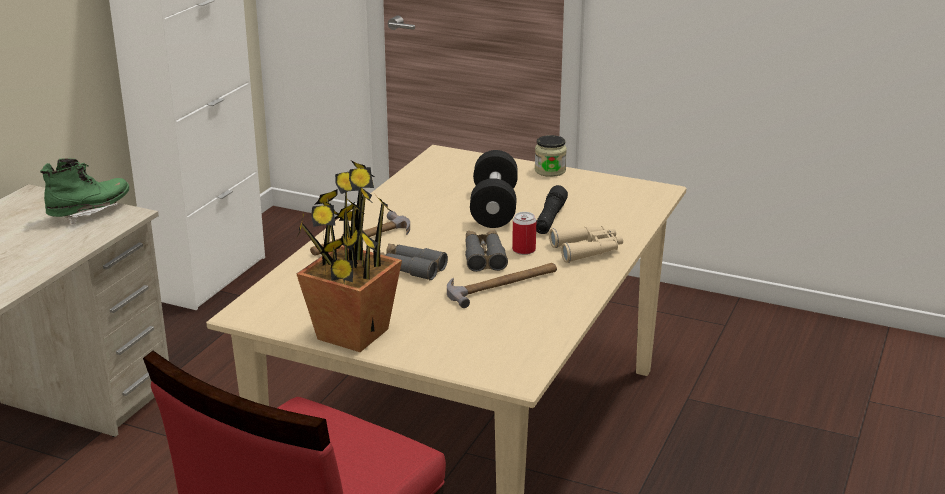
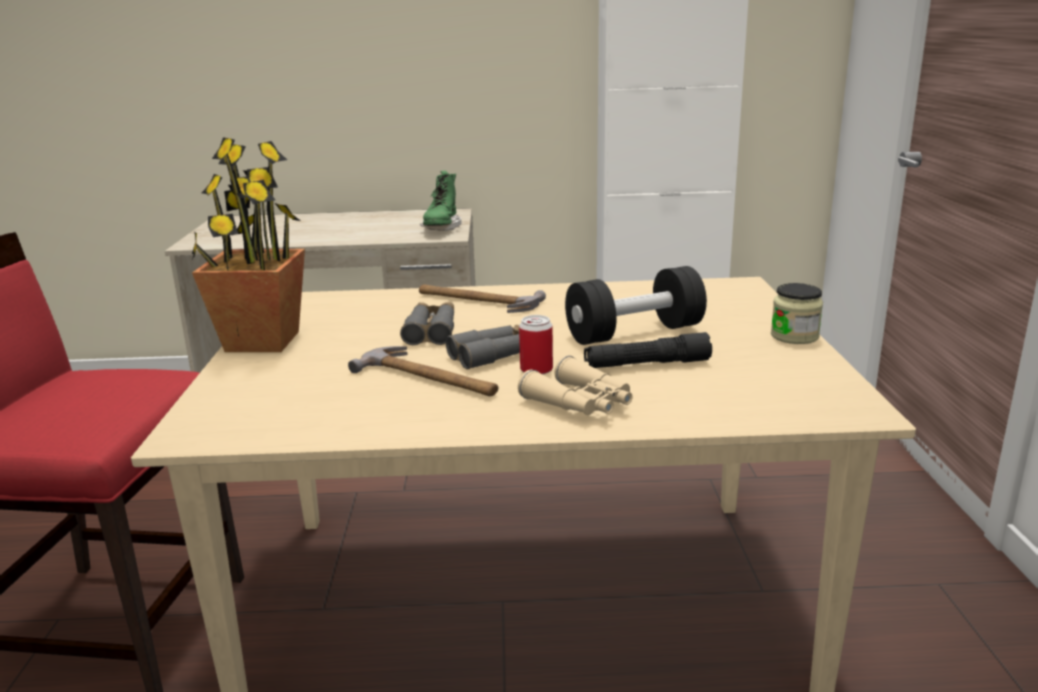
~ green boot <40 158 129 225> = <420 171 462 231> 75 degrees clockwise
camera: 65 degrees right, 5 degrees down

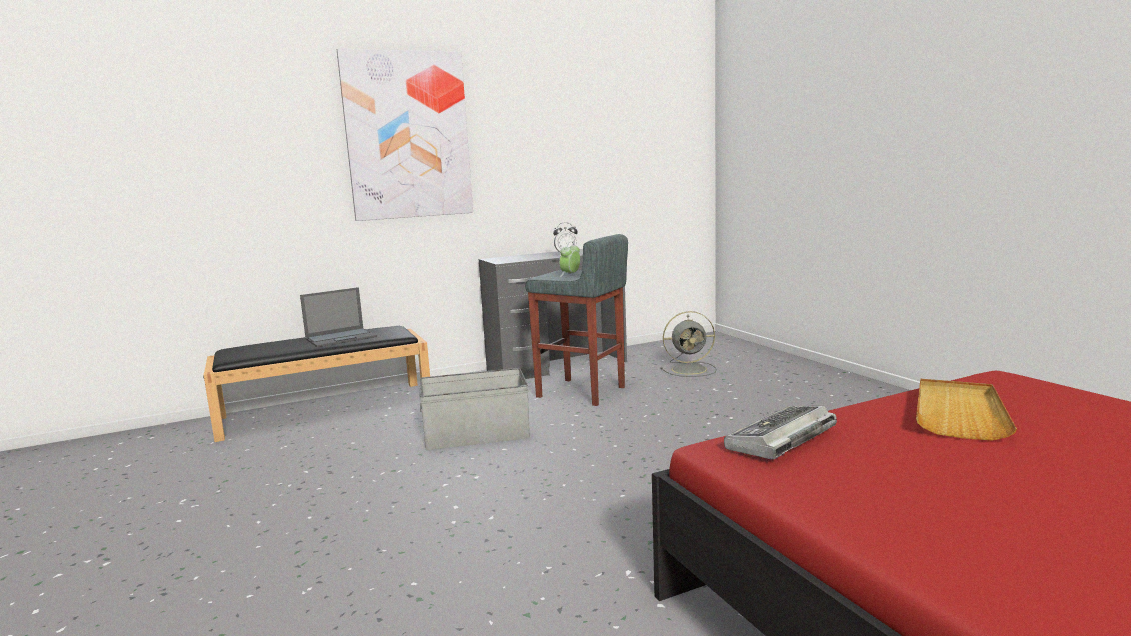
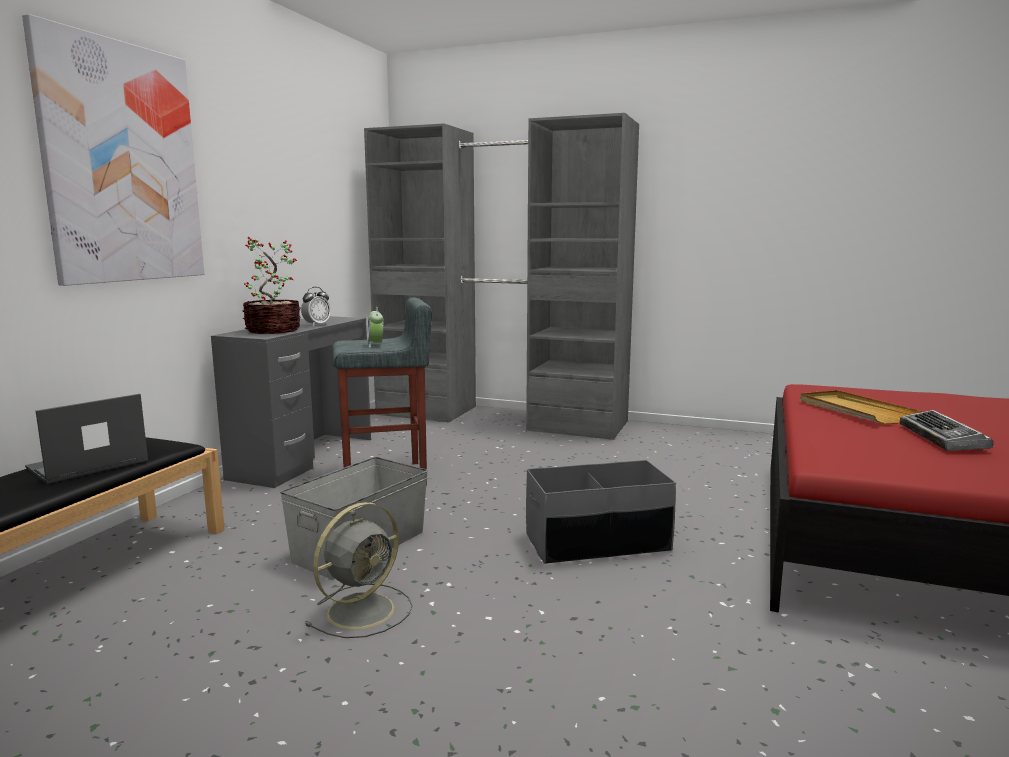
~ laptop <300 287 377 347> = <25 394 148 484> 150 degrees counterclockwise
+ potted plant <242 237 300 334>
~ grey fan <660 311 717 377> to <305 502 413 638>
+ grey wardrobe <364 113 639 440>
+ grey storage box <526 460 676 564>
~ keyboard <724 406 837 459> to <900 410 993 451>
camera: 45 degrees left, 0 degrees up

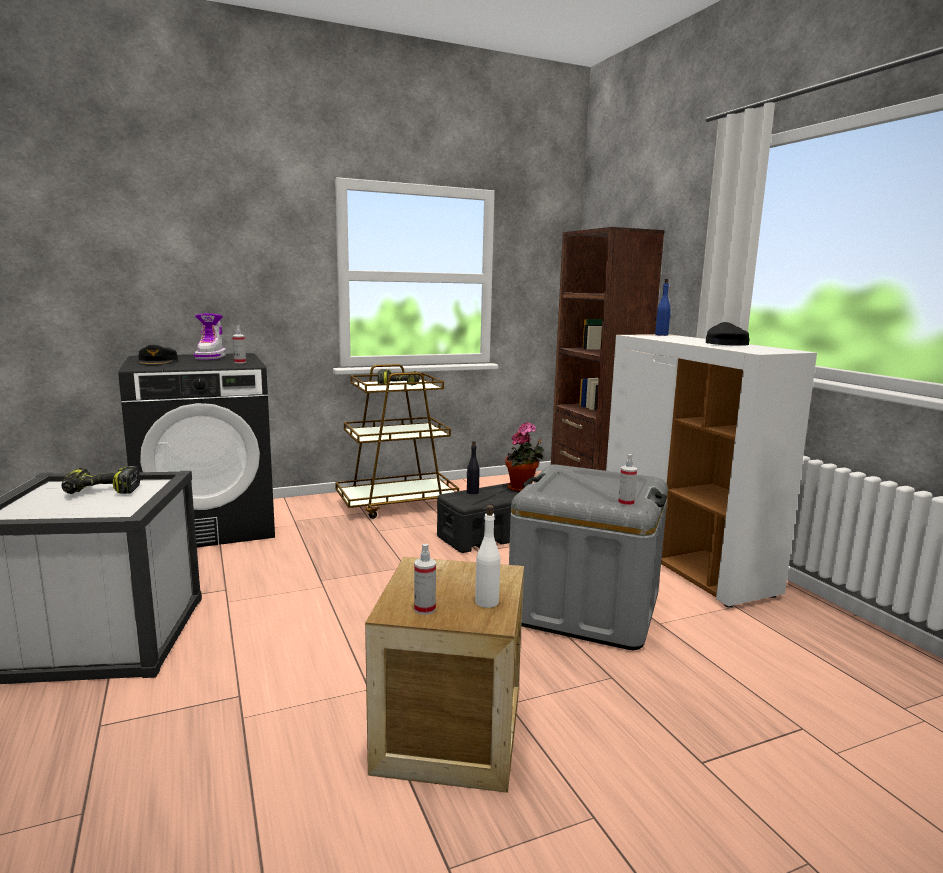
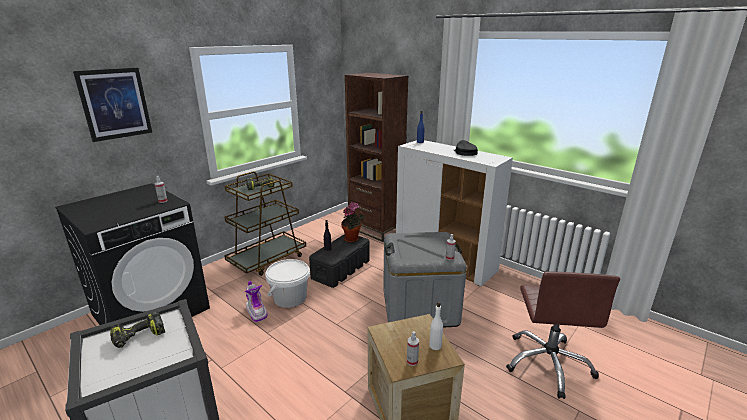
+ picture <73 68 152 142>
~ boot <194 313 226 360> to <244 281 267 322>
+ white bucket <265 259 310 308>
+ brown office chair <506 272 620 399>
- black cap <138 345 178 365>
camera: 25 degrees left, 10 degrees up

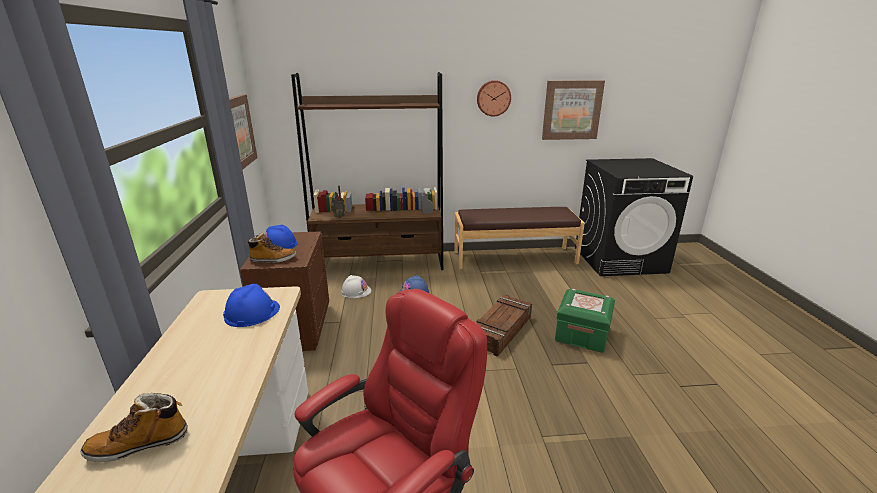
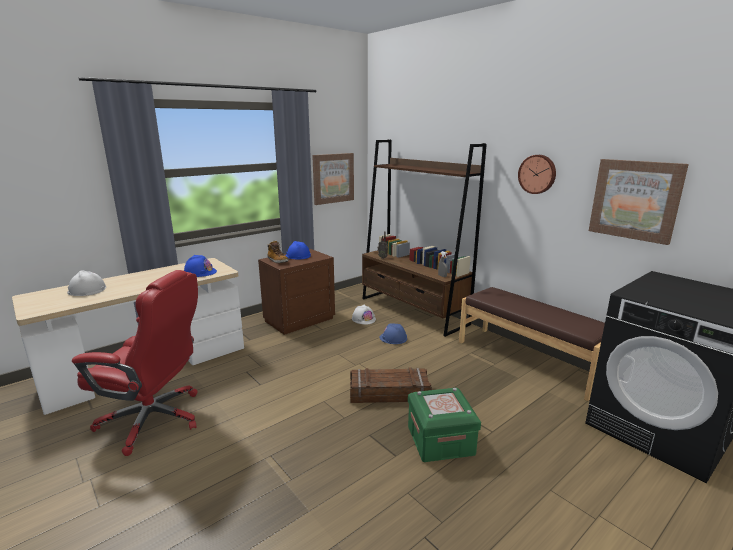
~ boot <80 393 188 462> to white hard hat <67 270 106 296>
camera: 55 degrees right, 5 degrees down

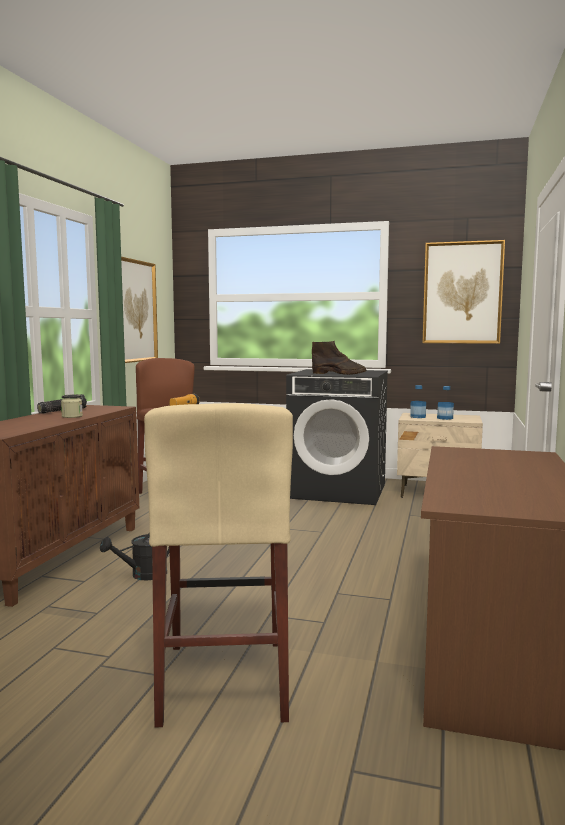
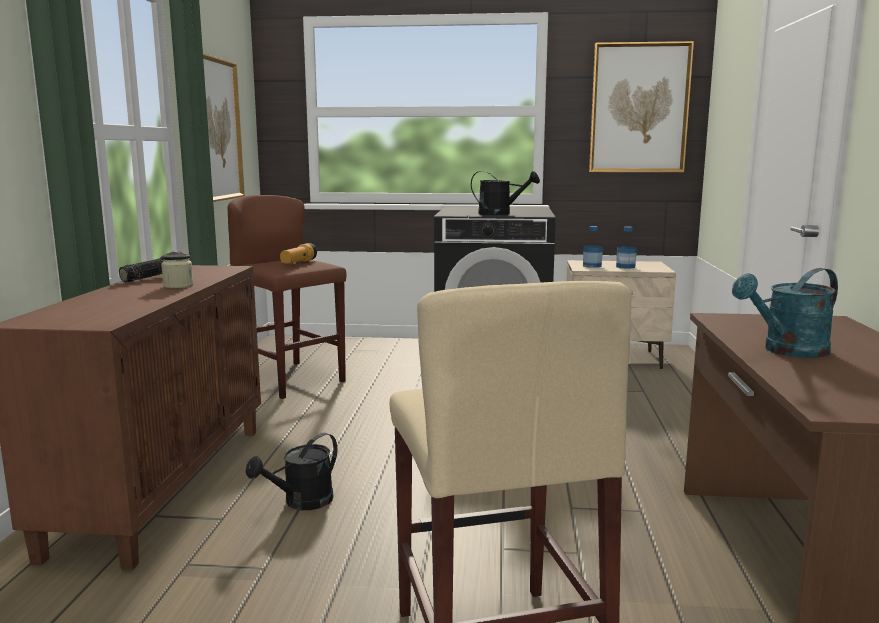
~ brown boot <312 341 366 375> to black watering can <471 171 540 215>
+ turquoise watering can <732 268 838 358>
camera: 10 degrees left, 5 degrees up

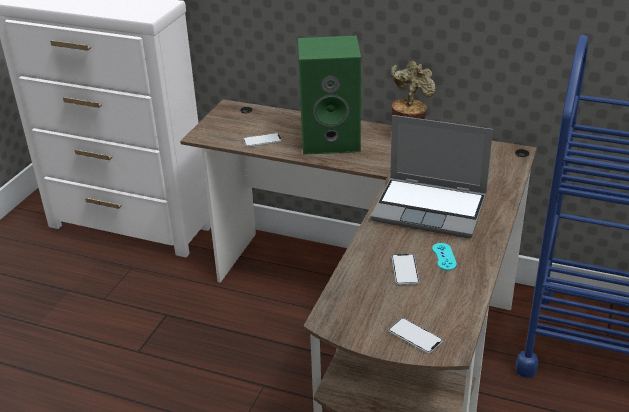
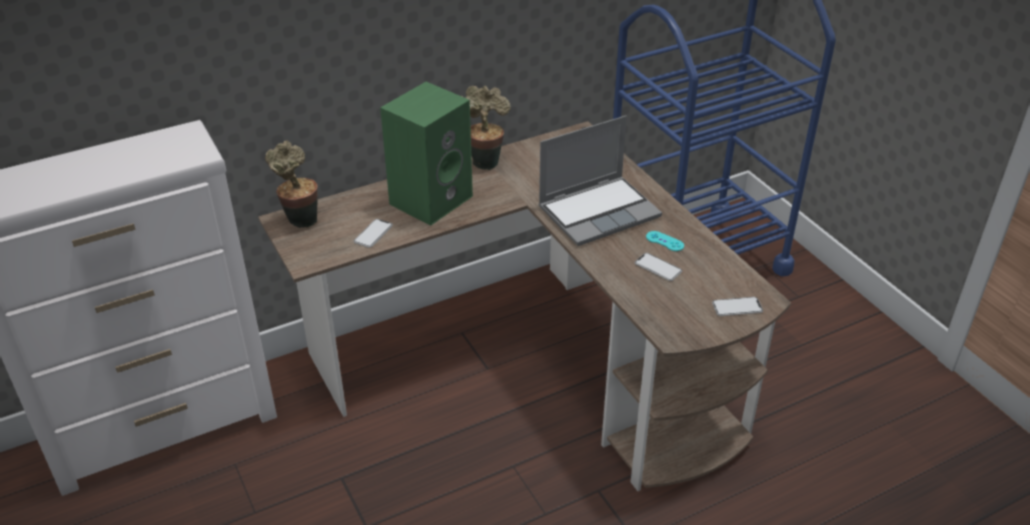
+ potted plant <265 141 318 228>
camera: 50 degrees left, 5 degrees up

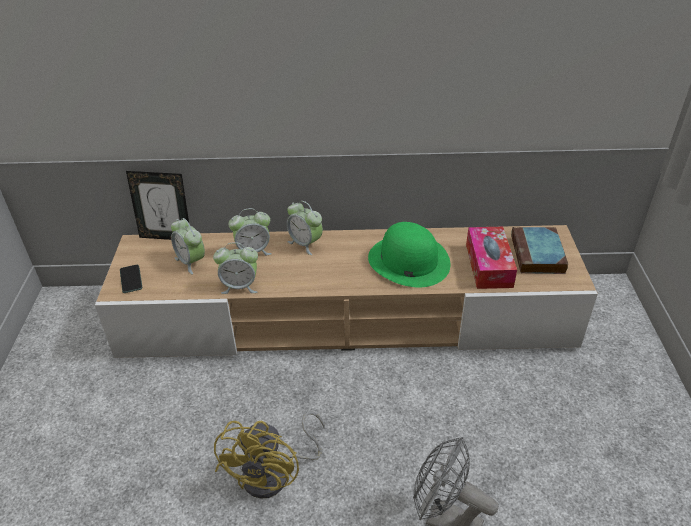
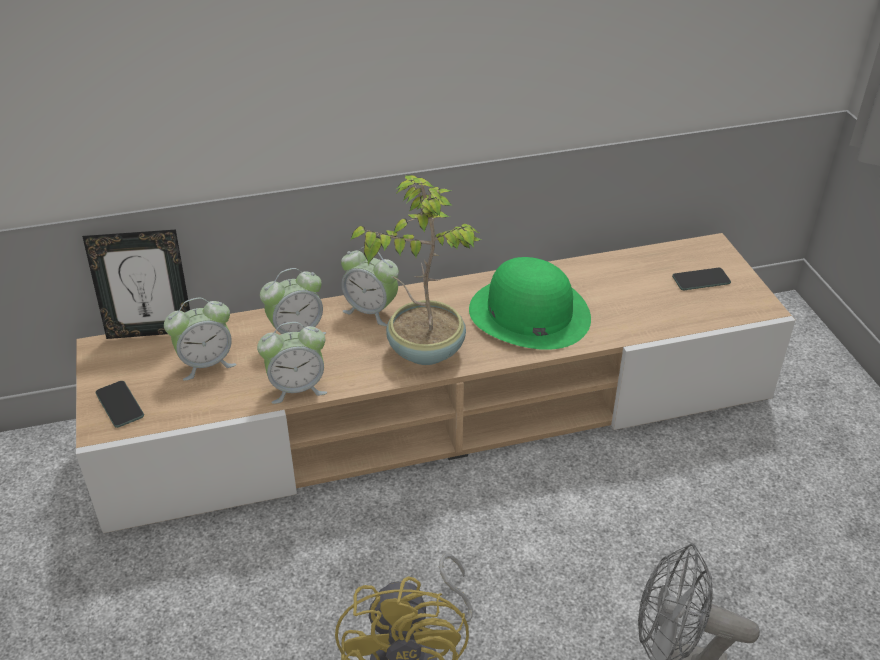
~ alarm clock <171 218 205 275> = <164 297 237 381> 60 degrees counterclockwise
+ potted plant <350 175 482 365>
~ book <511 227 568 274> to phone <672 268 731 290>
- tissue box <466 227 517 289>
camera: 15 degrees left, 0 degrees up

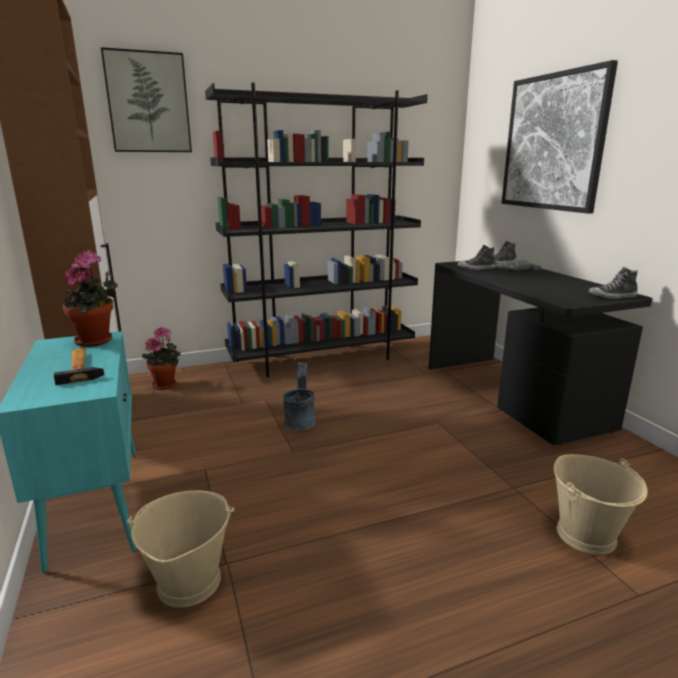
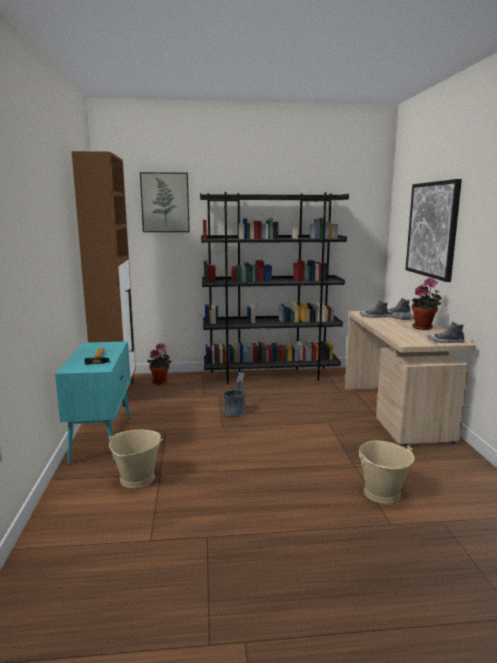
~ black desk <429 261 653 445> to beige desk <345 311 475 445>
~ potted plant <63 250 118 347> to <412 278 442 330>
camera: 15 degrees right, 5 degrees down

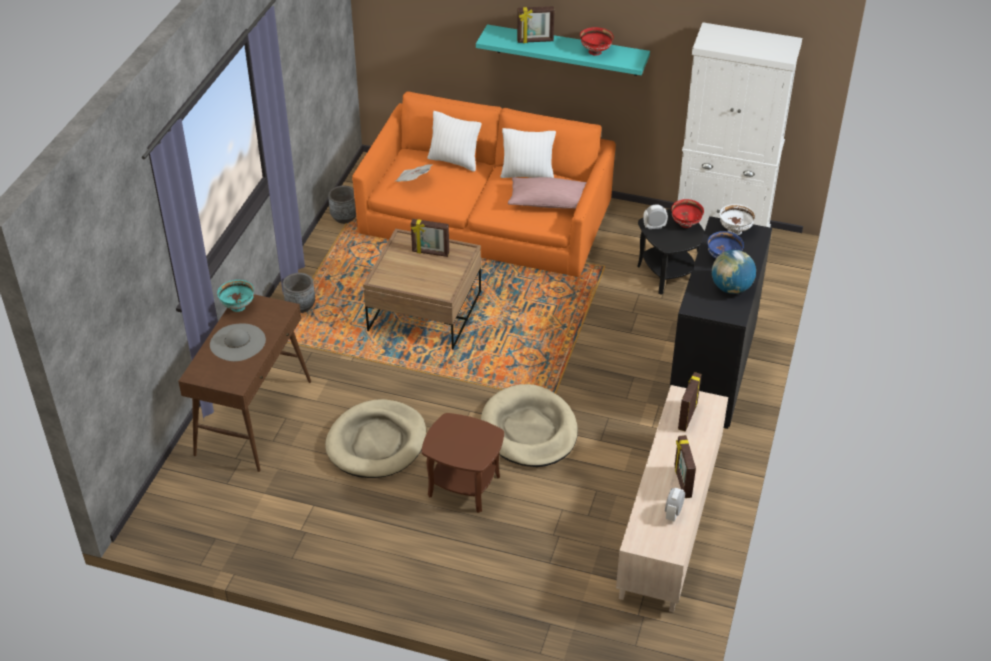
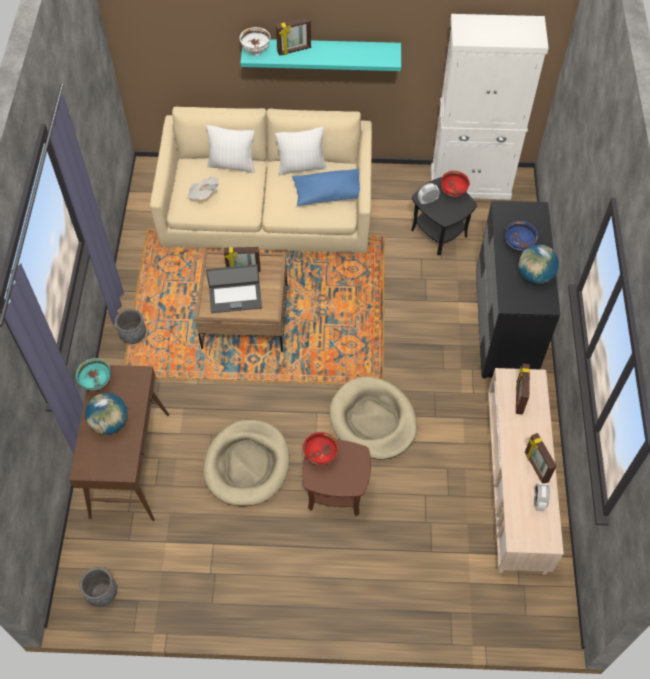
~ grey planter <328 186 356 224> to <80 567 117 607>
~ grey hat <210 323 266 361> to globe <85 393 128 435>
~ orange sofa <352 91 616 277> to beige sofa <150 107 372 253>
+ laptop <206 264 262 313>
~ white bowl <720 204 756 235> to <240 27 270 56>
~ pink pillow <508 177 587 209> to blue pillow <292 168 360 206>
~ red bowl <580 27 614 56> to <303 432 338 465>
camera: 15 degrees left, 15 degrees up

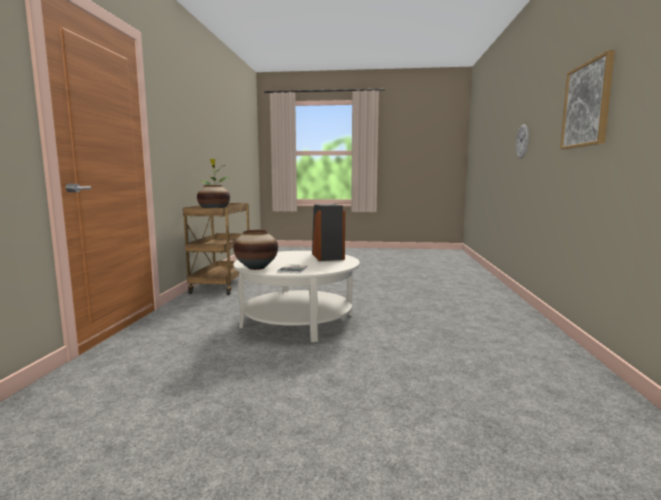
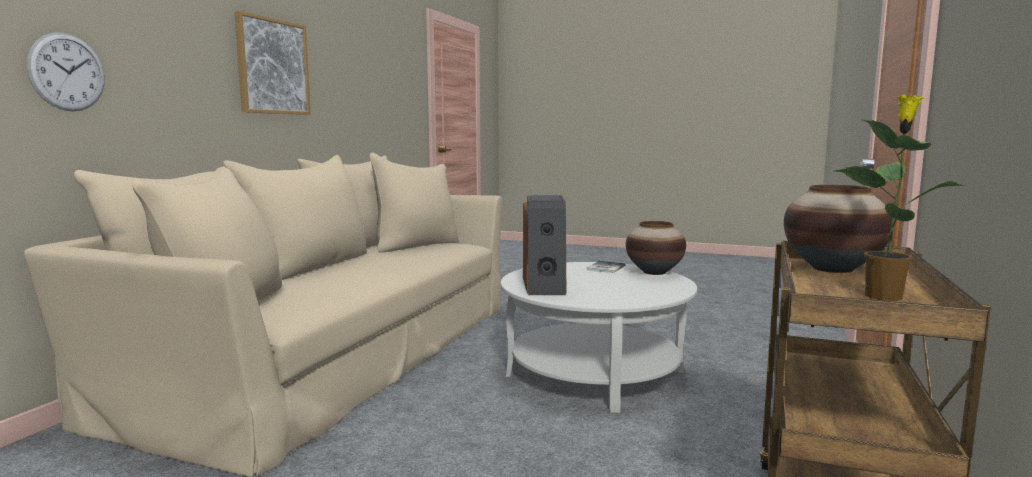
+ beige sofa <23 152 502 477>
camera: 165 degrees left, 0 degrees up

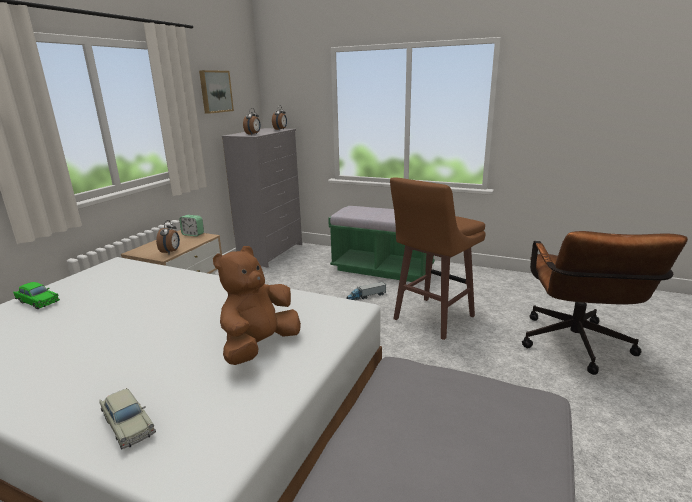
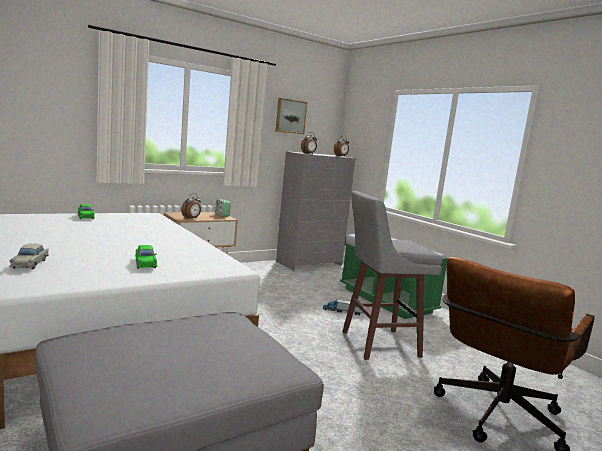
~ brown plush toy <213 246 301 365> to green toy car <135 245 157 268>
~ brown stool <390 177 486 340> to grey stool <342 191 443 360>
camera: 30 degrees right, 10 degrees down

